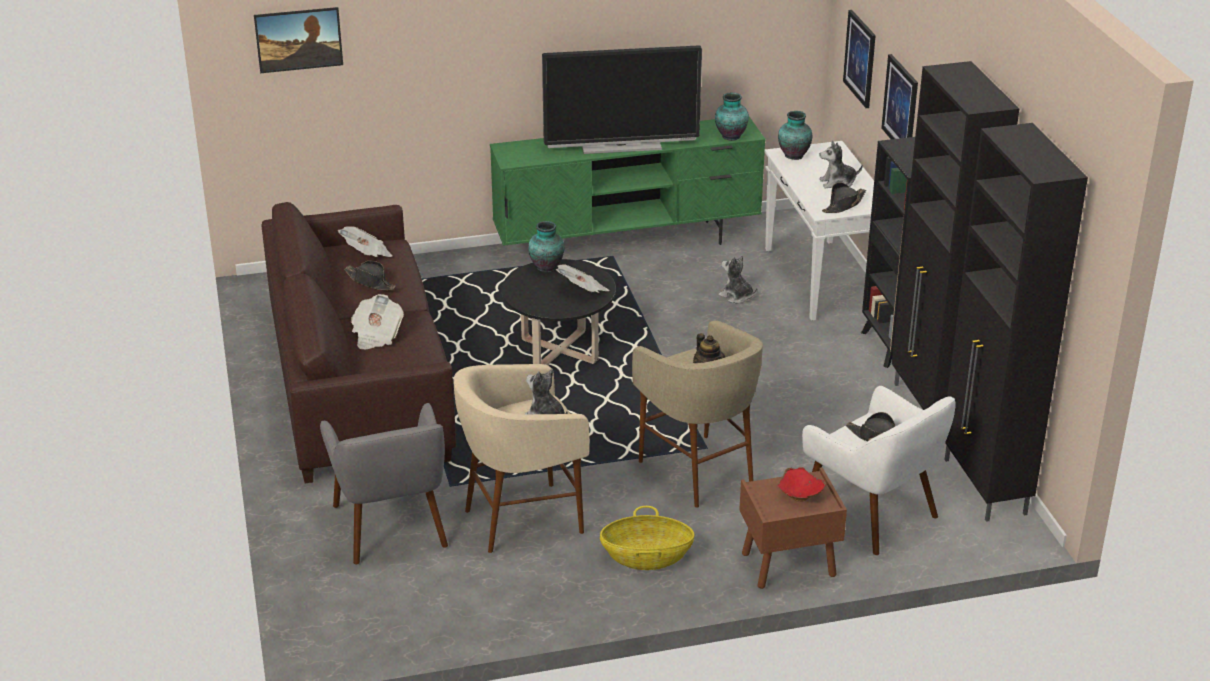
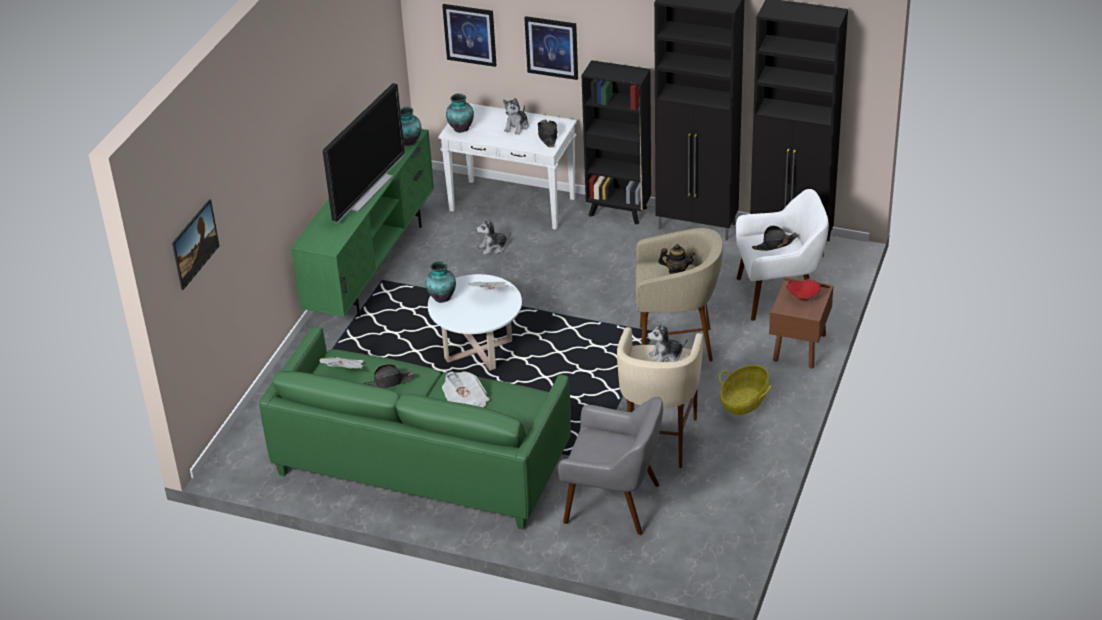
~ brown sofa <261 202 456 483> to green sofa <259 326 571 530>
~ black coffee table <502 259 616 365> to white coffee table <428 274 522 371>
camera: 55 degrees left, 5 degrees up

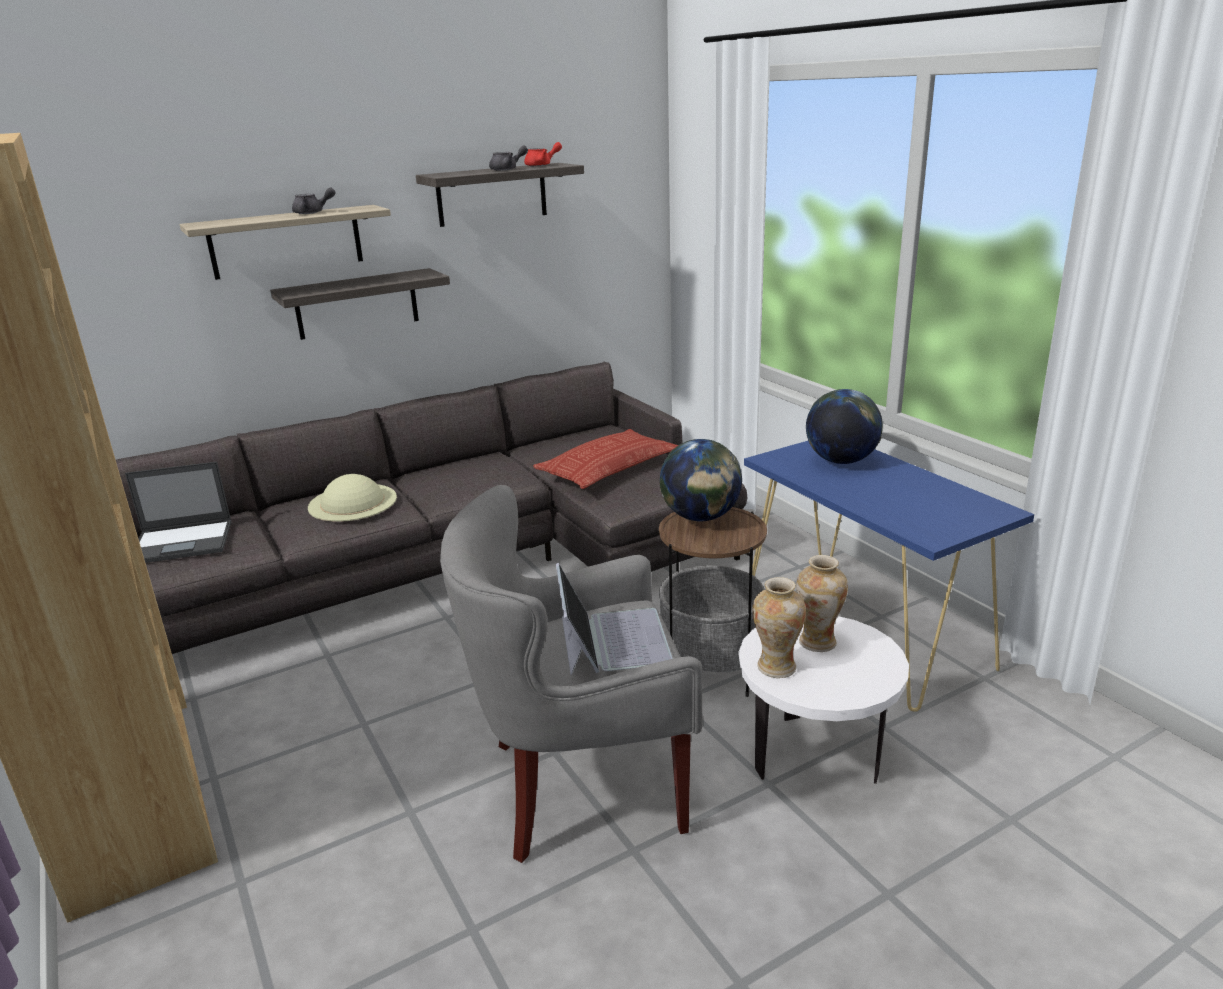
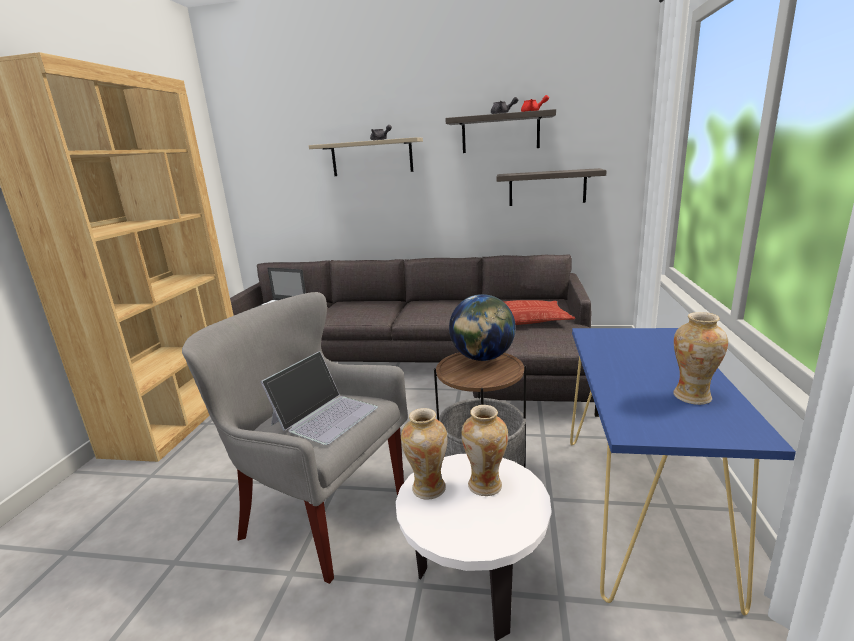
~ shelf <270 268 450 340> to <496 168 607 206>
+ vase <673 312 728 405>
- beige hat <308 474 397 522>
- globe <806 389 883 464>
camera: 40 degrees right, 5 degrees down

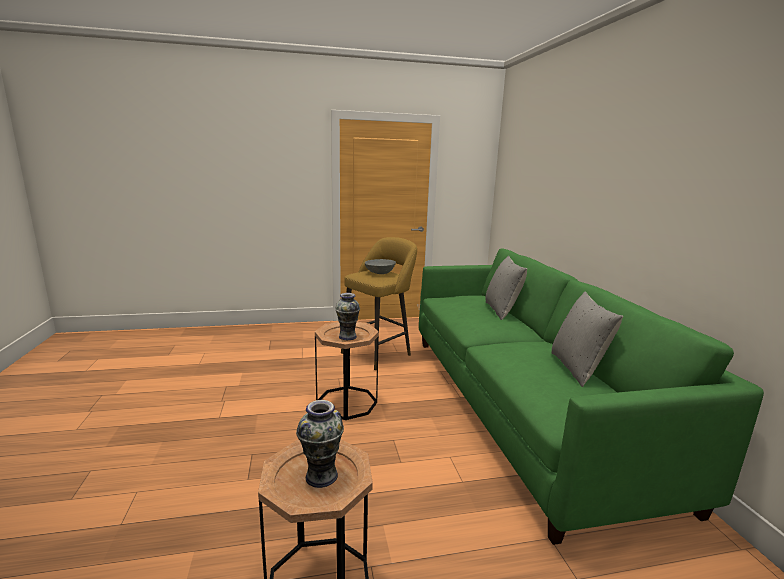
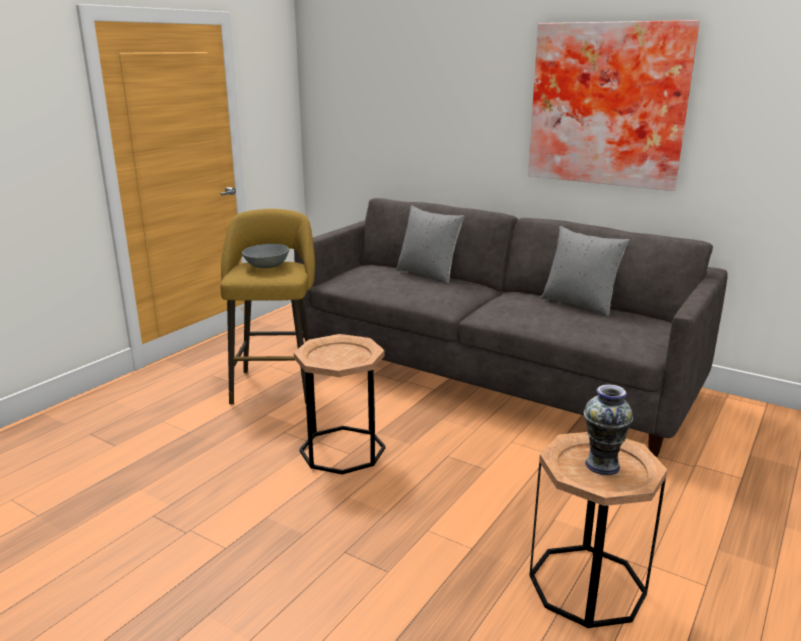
~ green sofa <419 248 764 545> to grey sofa <294 198 728 457>
+ picture <528 20 700 191>
- vase <335 293 360 340>
camera: 45 degrees left, 5 degrees up

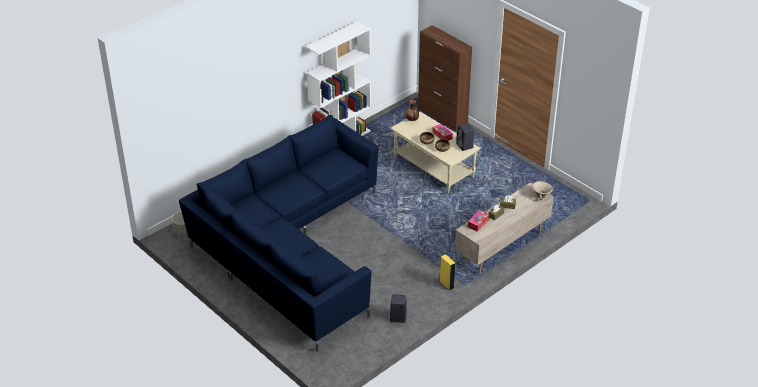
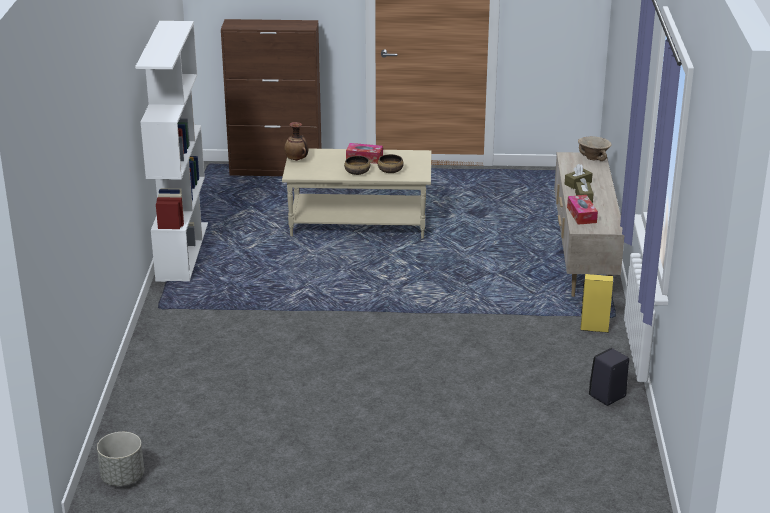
- blue sofa <179 115 379 352>
- black speaker <456 123 474 151>
camera: 45 degrees left, 10 degrees down

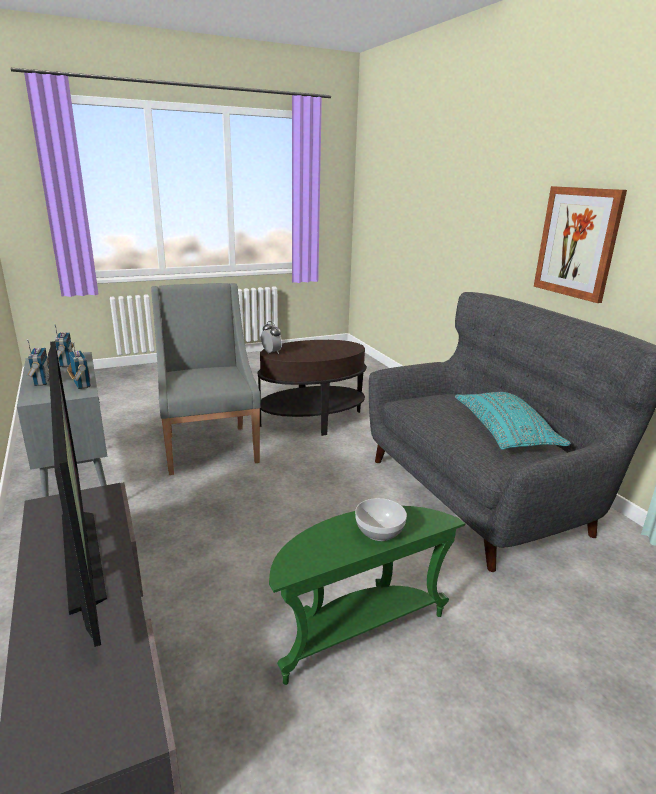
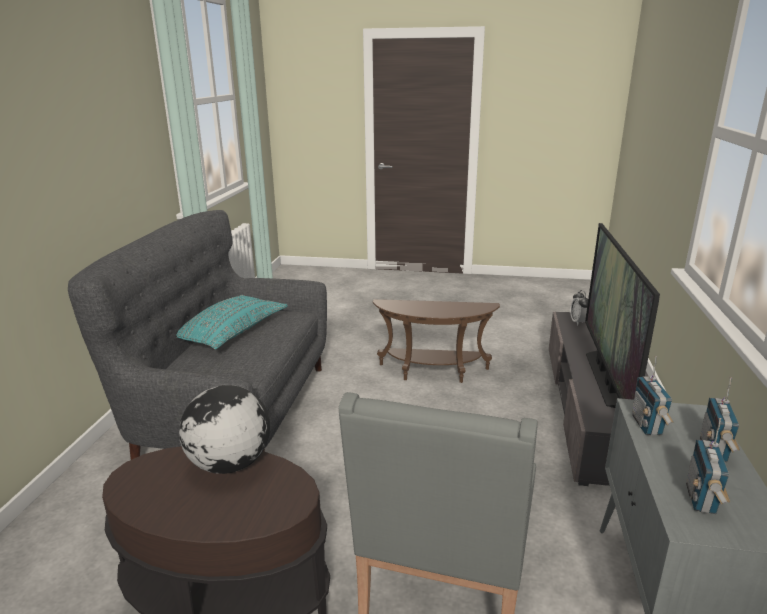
+ globe <179 385 270 474>
~ green side table <269 506 466 685> to brown side table <373 299 500 383>
~ alarm clock <261 321 282 354> to <570 290 588 326>
- bowl <355 498 407 541>
- picture <534 186 627 303>
camera: 145 degrees left, 0 degrees up

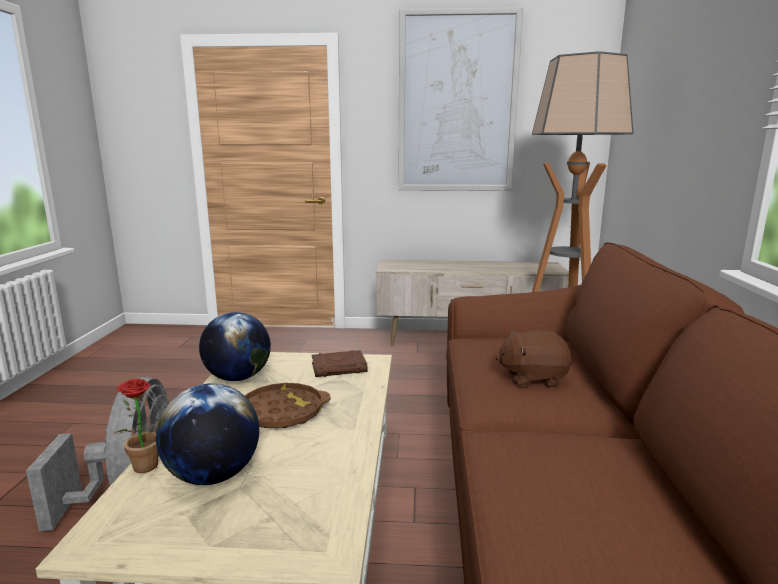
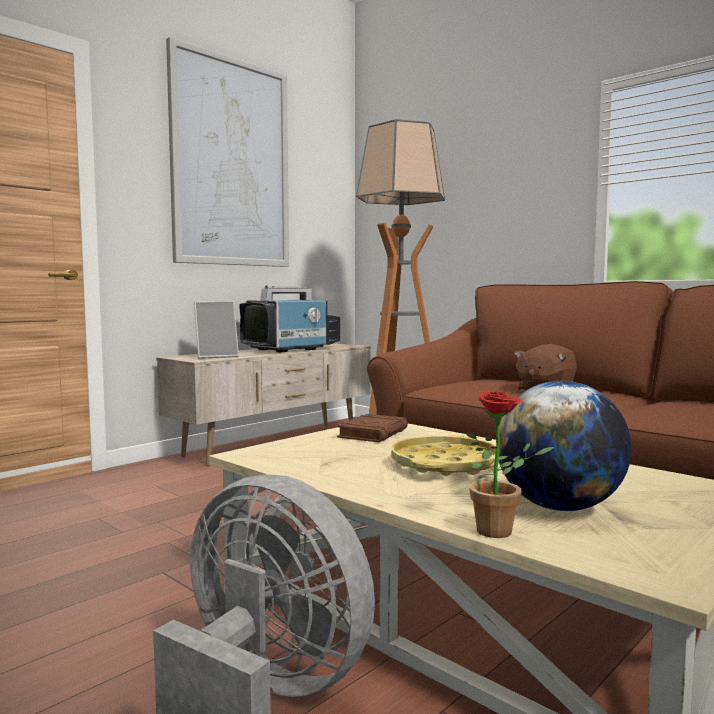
+ picture frame <194 301 239 359>
+ television <239 285 340 352>
~ brown tray <245 383 331 428> to yellow tray <391 435 499 476>
- globe <199 312 271 381>
camera: 50 degrees left, 10 degrees down

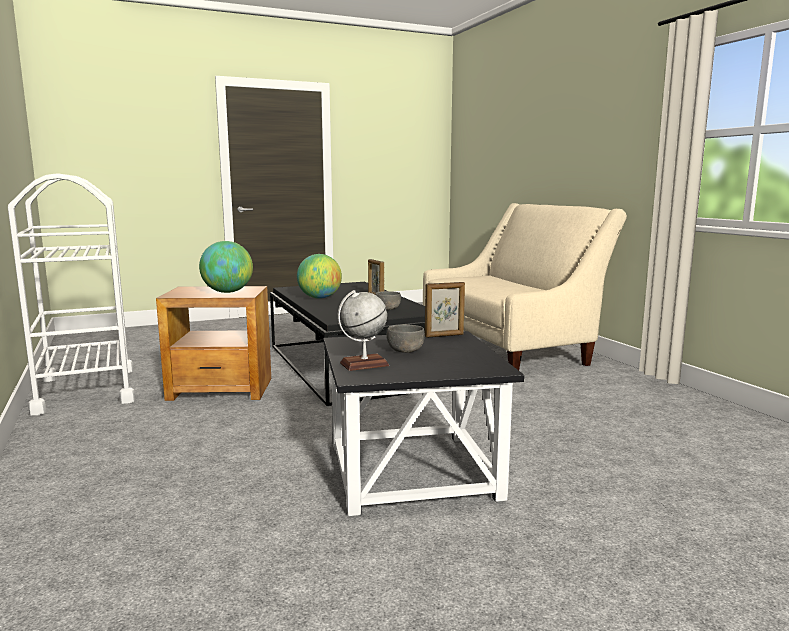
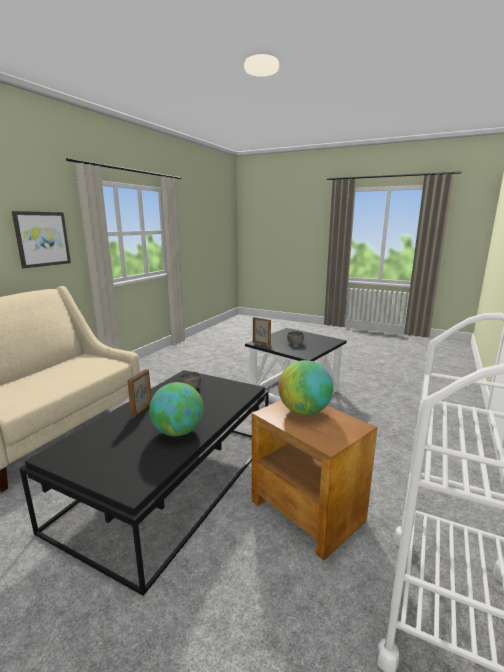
+ picture <12 211 71 268>
- globe <337 290 389 371>
camera: 130 degrees left, 5 degrees up

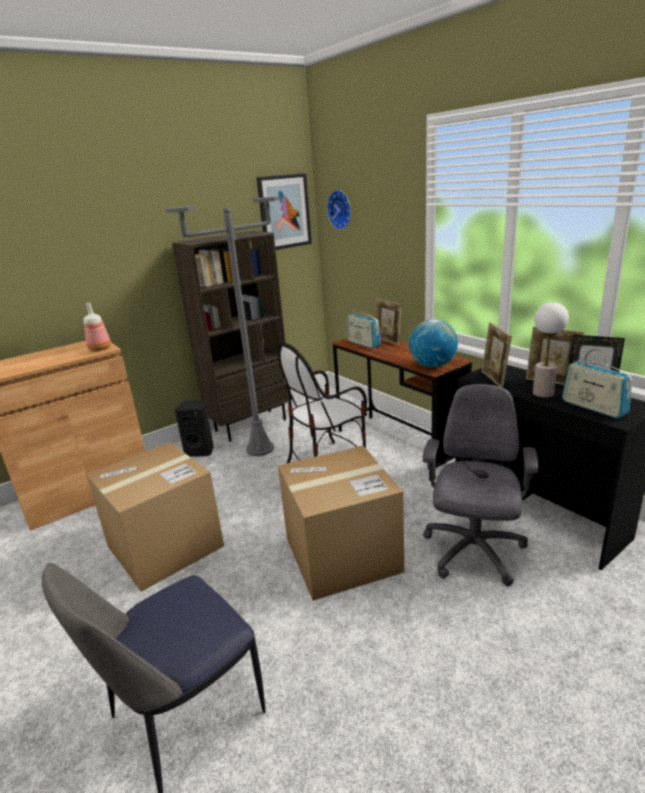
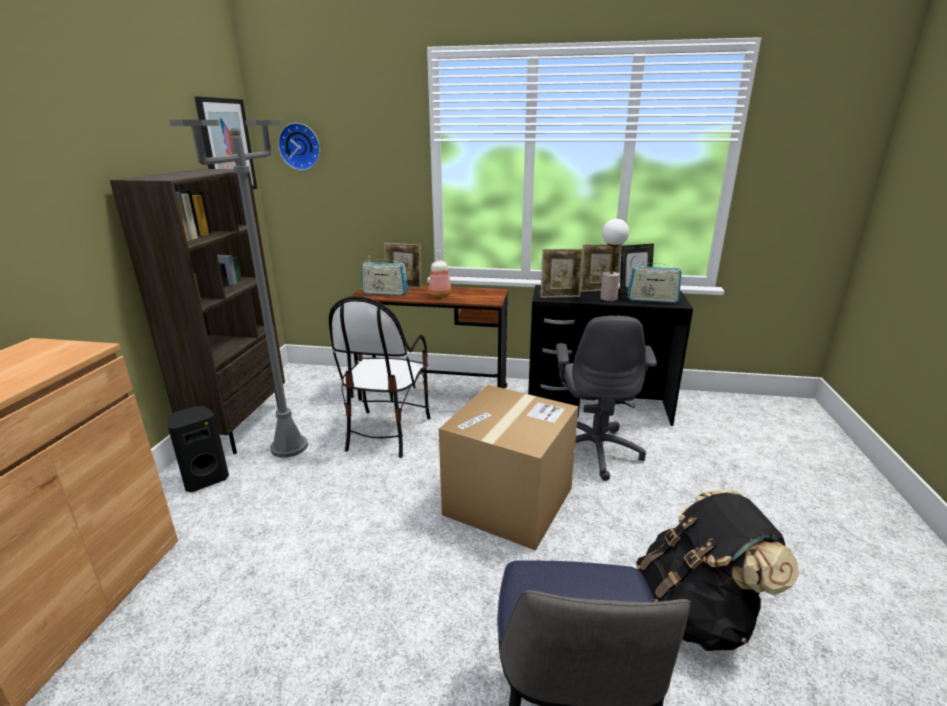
~ bottle <83 303 111 351> to <429 250 451 297>
~ picture frame <482 322 512 388> = <540 249 584 298> 45 degrees counterclockwise
~ grey office chair <423 384 538 586> = <556 316 657 481> 150 degrees counterclockwise
+ black backpack <636 490 799 651>
- cardboard box <86 442 224 592>
- globe <409 319 458 368>
camera: 45 degrees left, 0 degrees up

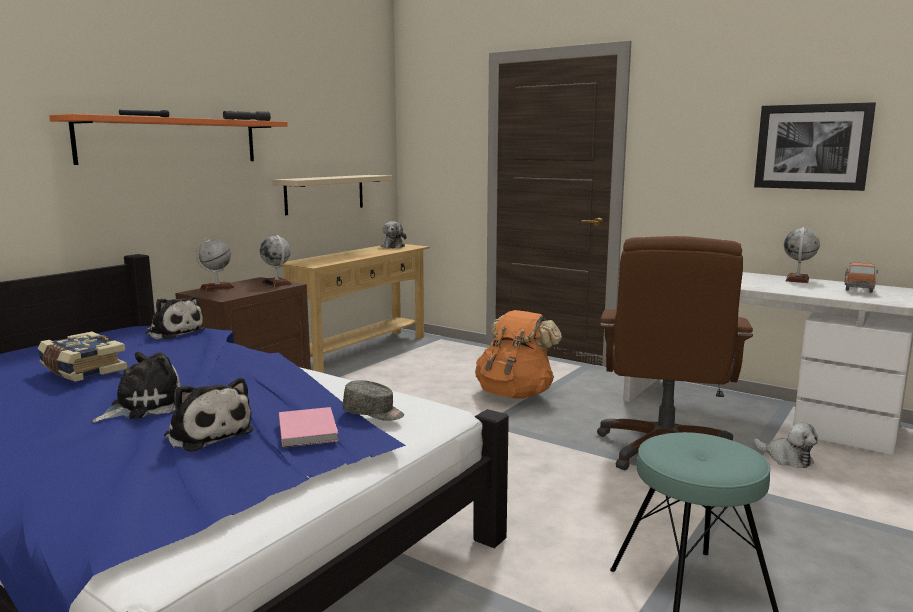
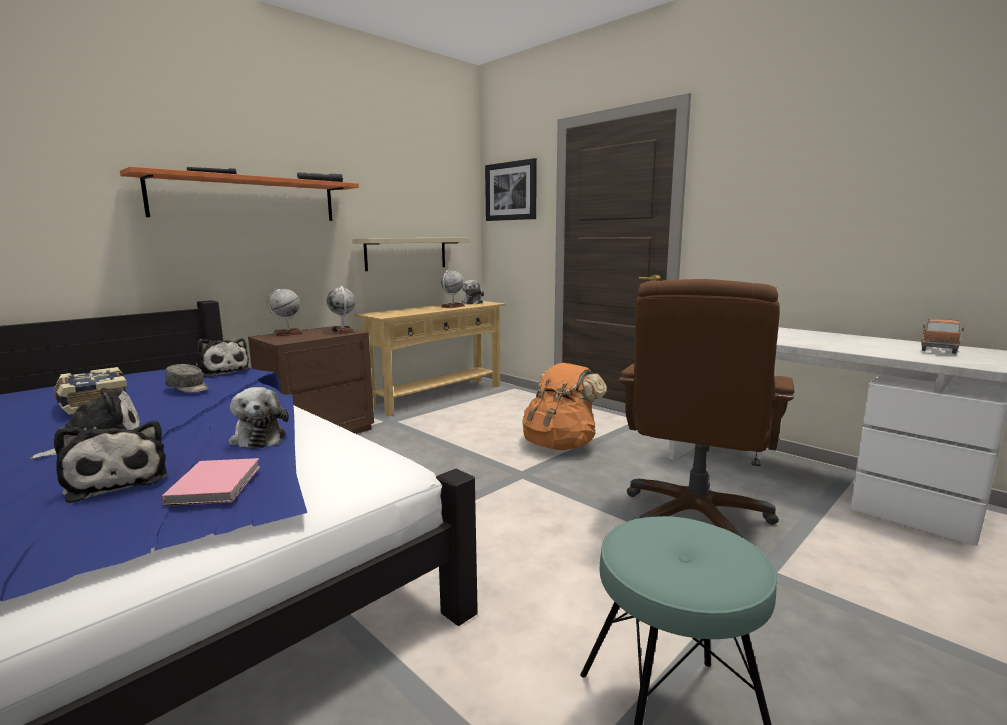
~ grey cap <343 380 404 421> to <165 364 208 393>
~ plush toy <754 422 818 468> to <228 387 289 449>
~ globe <784 227 820 283> to <441 269 465 308>
~ picture <754 102 876 191> to <485 158 537 221>
camera: 10 degrees right, 0 degrees up

